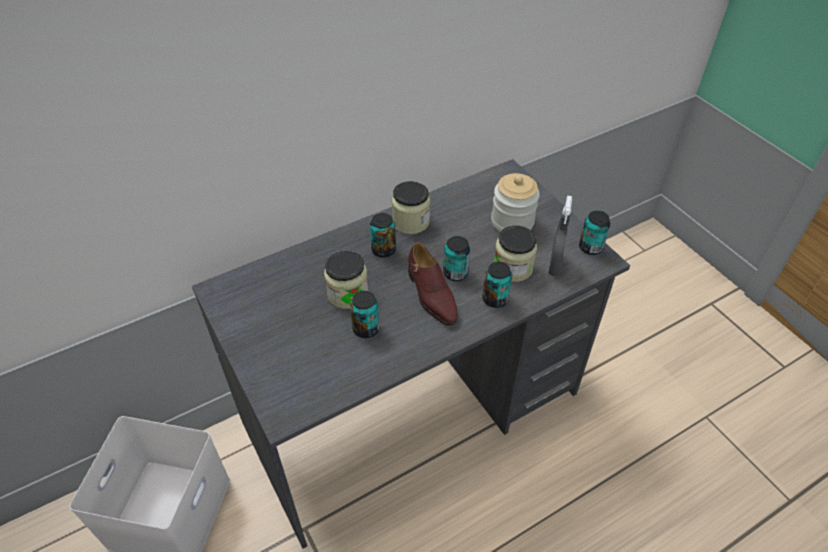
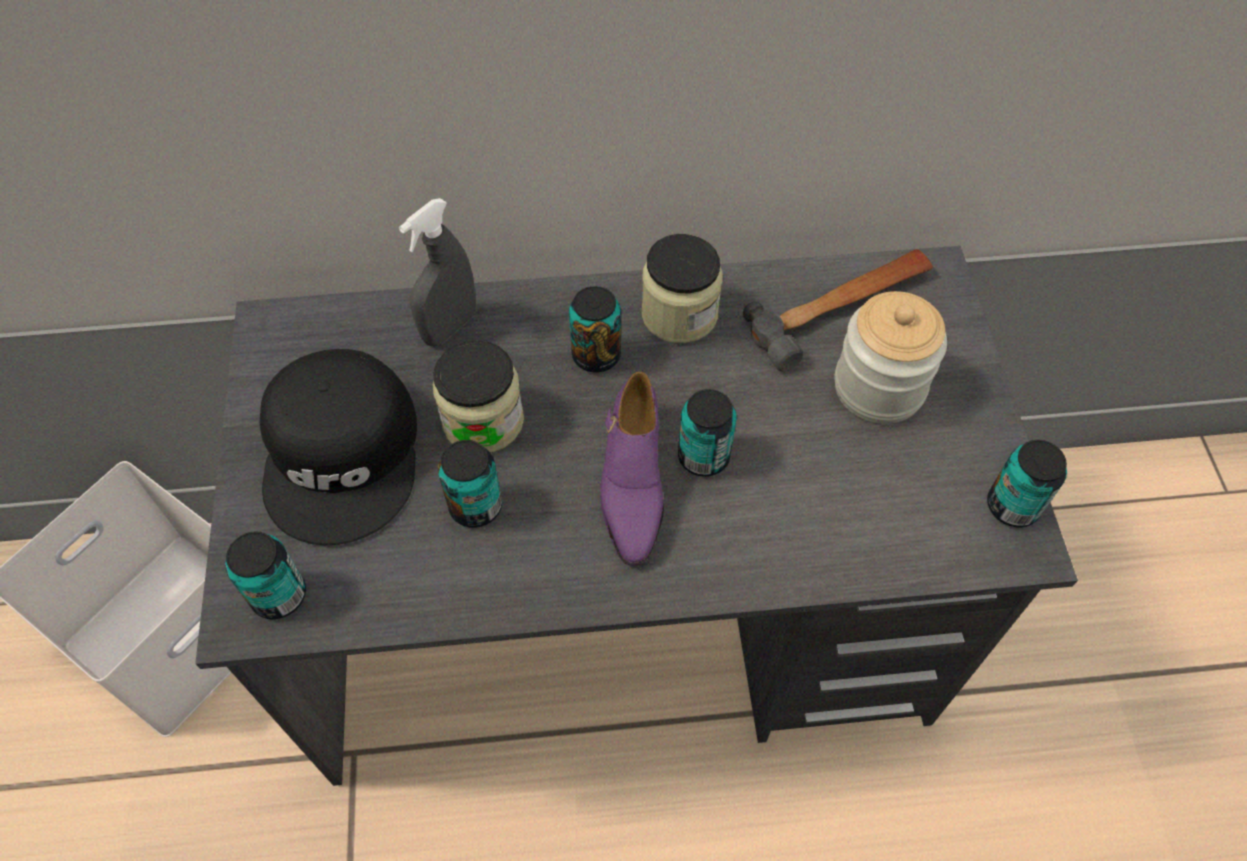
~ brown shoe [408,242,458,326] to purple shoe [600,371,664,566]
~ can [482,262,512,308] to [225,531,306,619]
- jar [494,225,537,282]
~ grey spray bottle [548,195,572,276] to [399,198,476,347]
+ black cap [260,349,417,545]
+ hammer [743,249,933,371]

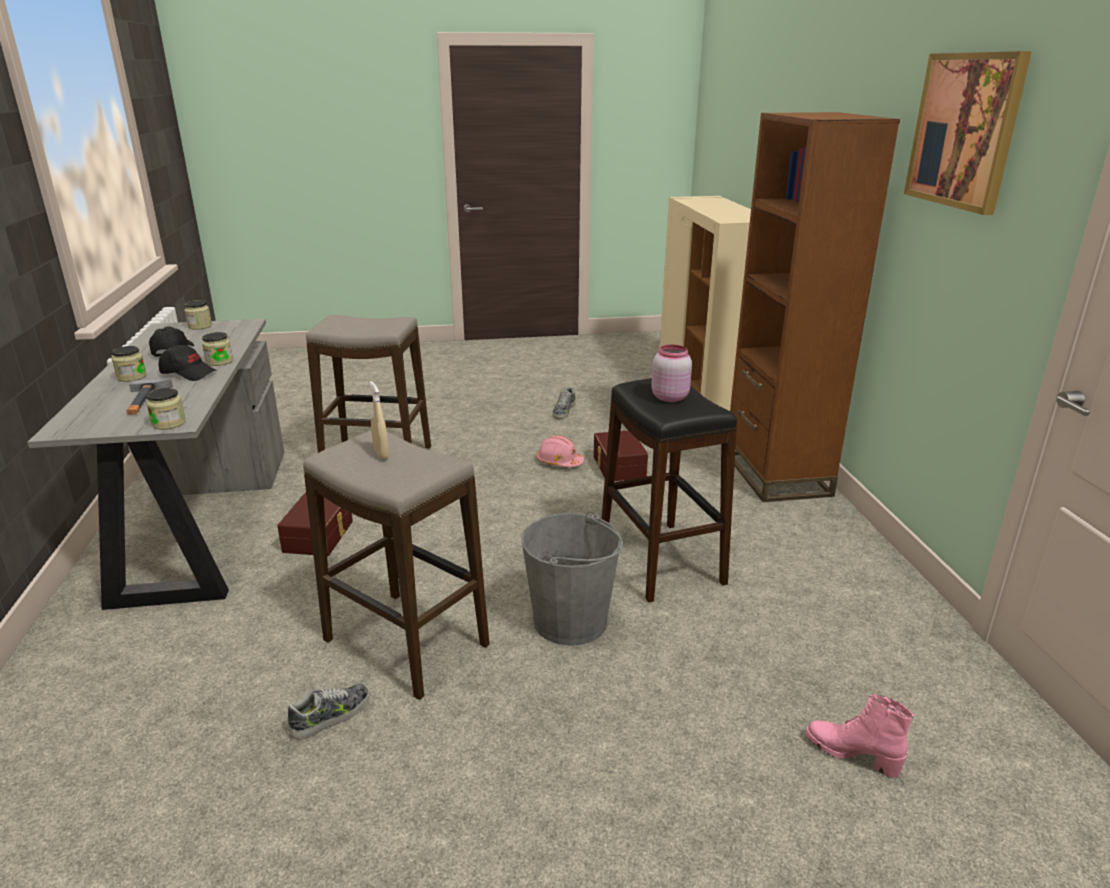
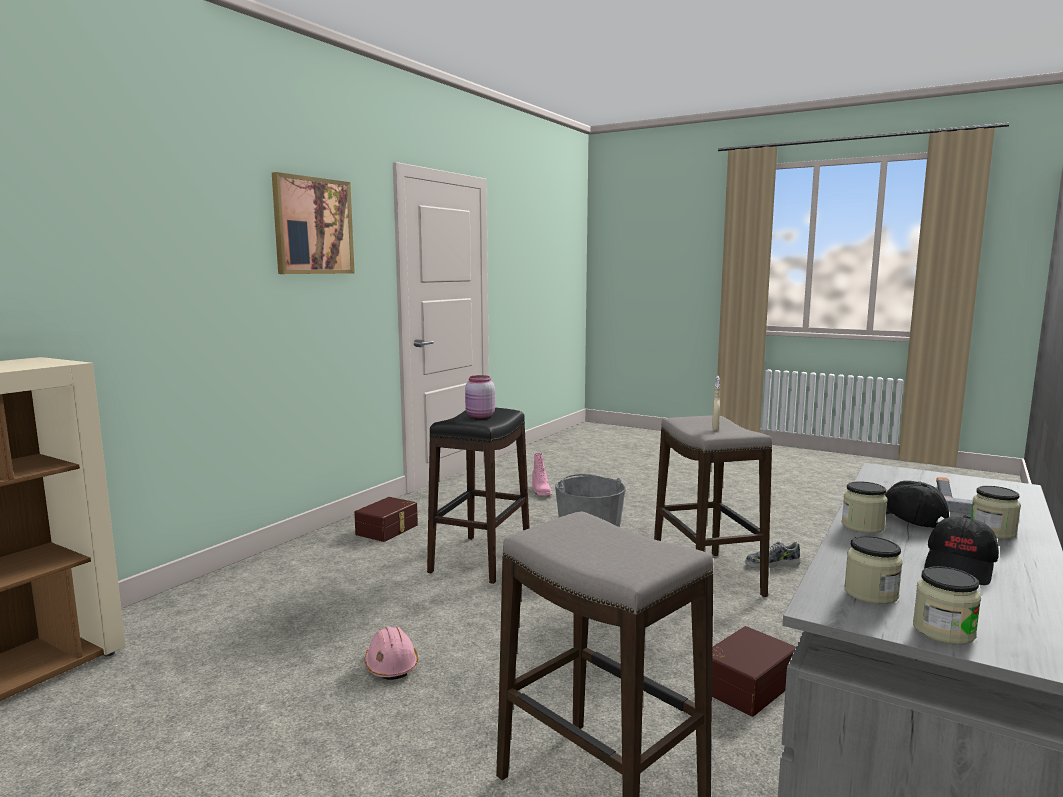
~ jar [146,388,186,430] to [844,536,903,604]
- shoe [552,386,575,419]
~ brown storage box [593,431,648,481] to [354,497,418,542]
- brown bookcase [730,112,900,502]

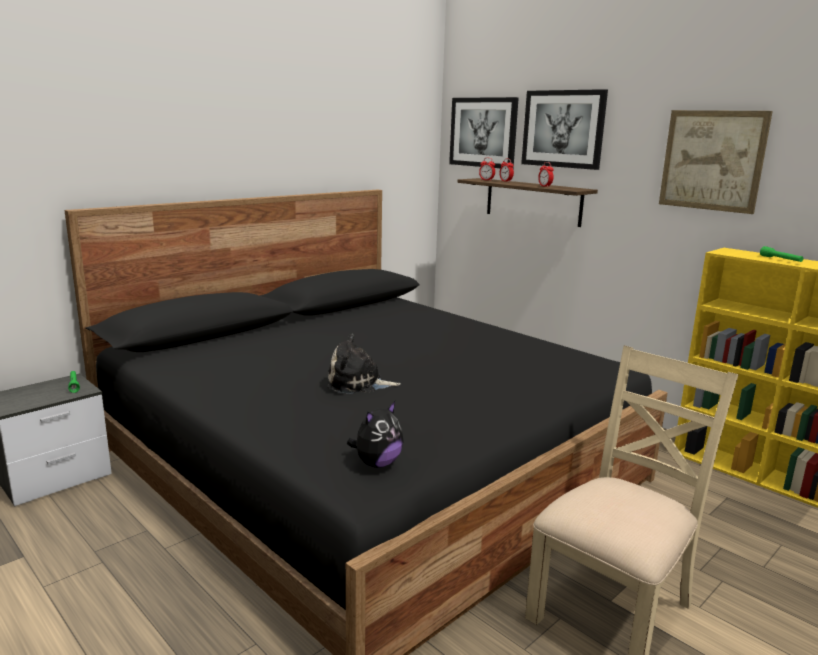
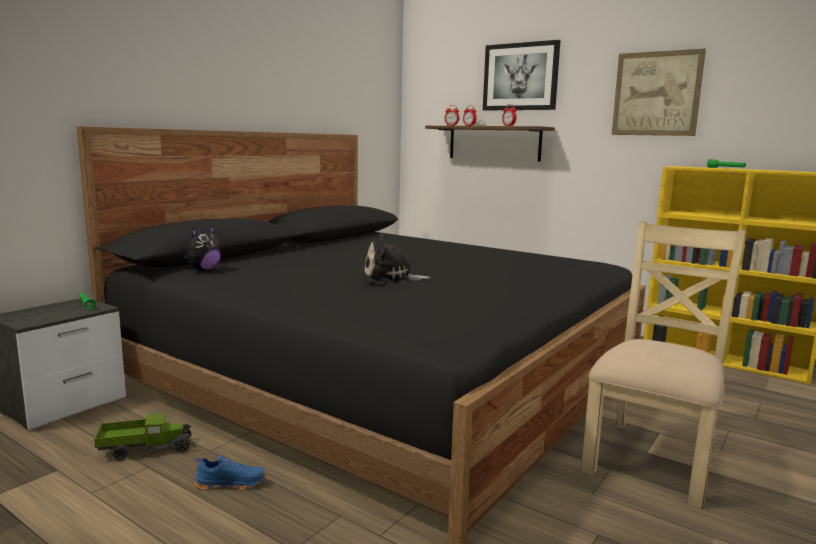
~ plush toy [347,401,404,468] to [181,225,221,271]
- picture [449,97,519,168]
+ toy truck [94,414,192,461]
+ blue shoe [194,455,266,490]

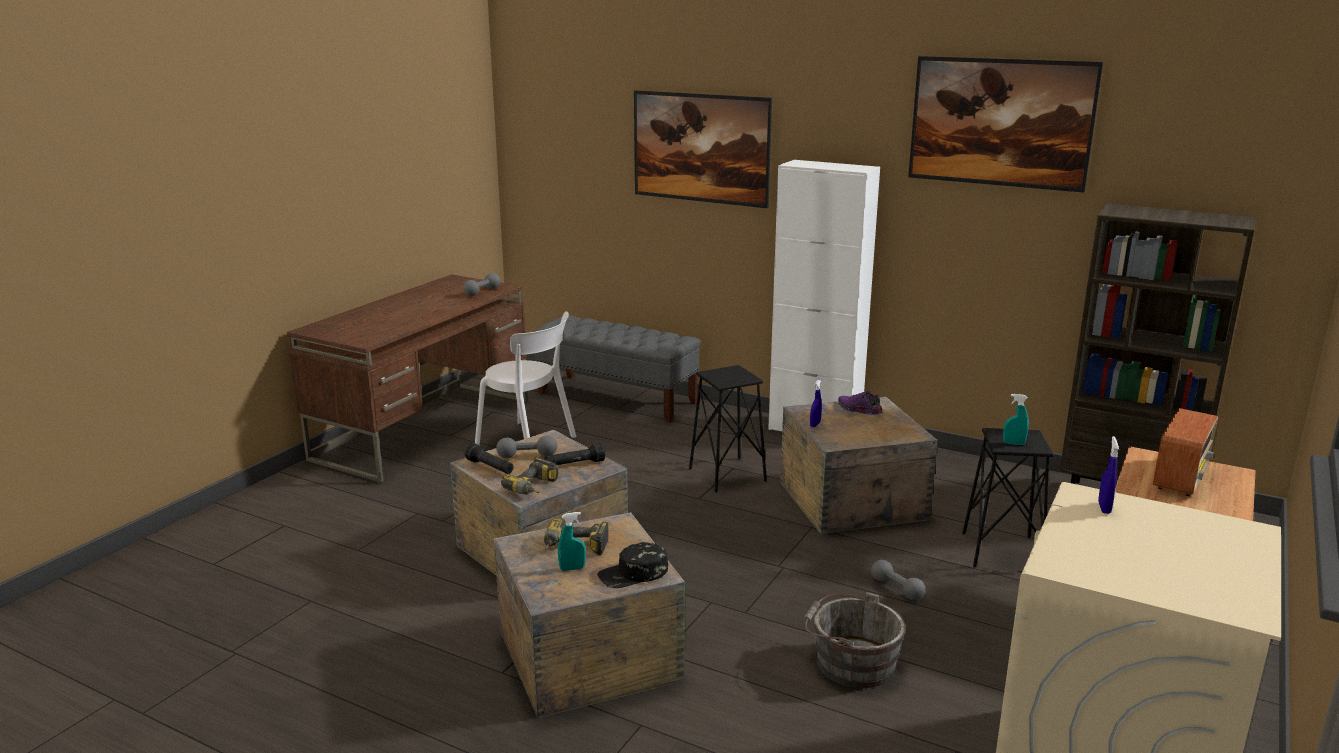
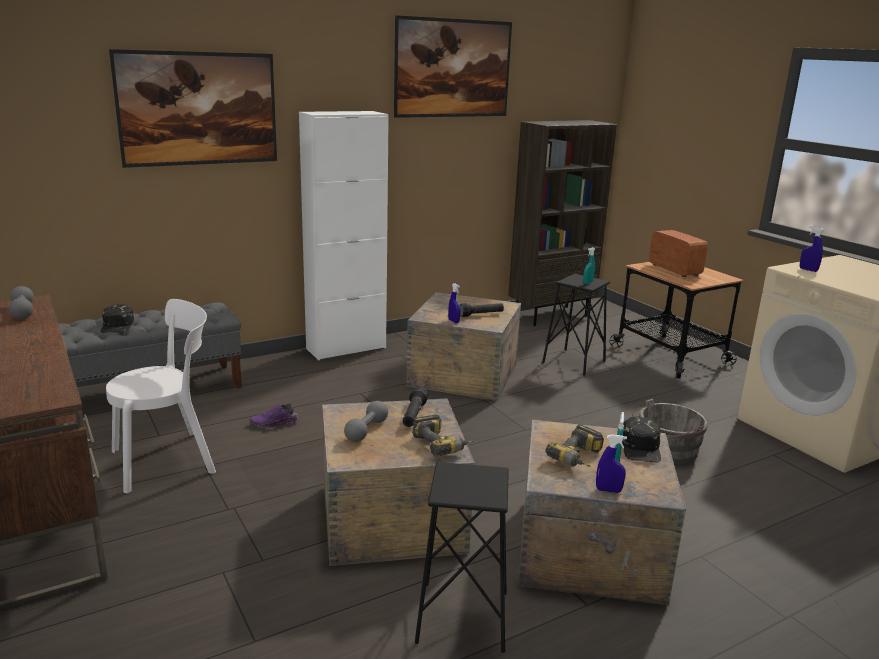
~ black flashlight [465,443,514,474] to [460,303,504,317]
~ black stool [689,365,767,493] to [415,462,509,653]
~ purple shoe [838,391,883,415] to [250,404,299,428]
- grey dumbbell [871,560,926,600]
+ black cap [101,304,134,333]
+ blue spray bottle [596,434,627,493]

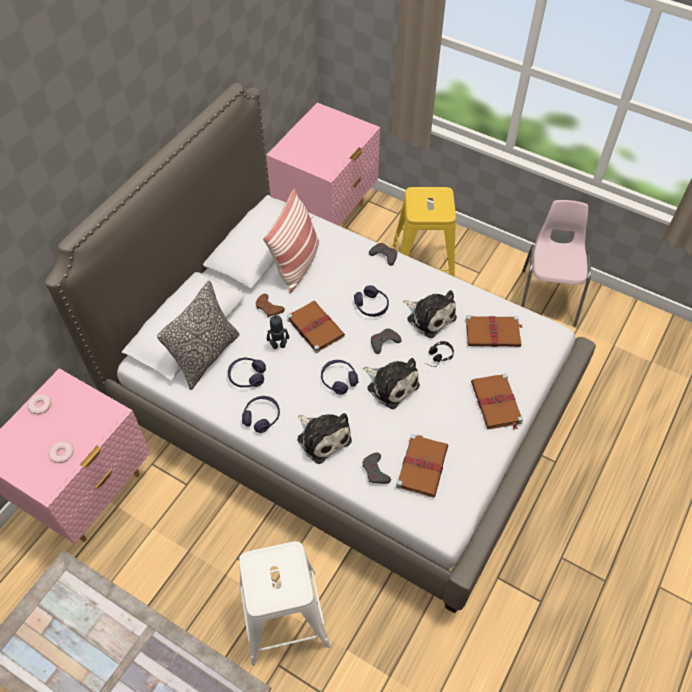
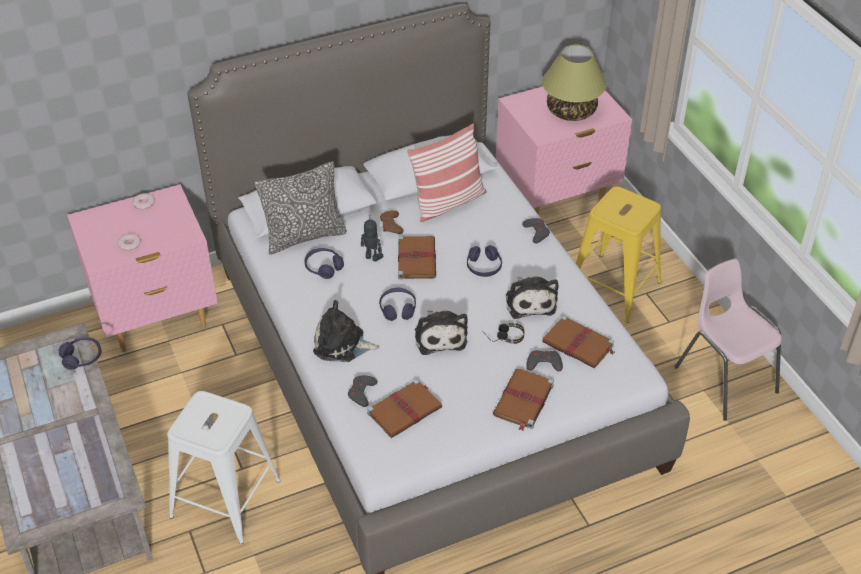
~ purple headphones [242,396,280,433] to [59,337,102,370]
~ plush toy [297,413,352,464] = [313,300,380,362] 105 degrees clockwise
~ grey game controller [371,328,401,354] to [526,350,563,371]
~ pink chair [521,200,591,326] = [675,259,782,421] 75 degrees counterclockwise
+ table lamp [542,45,607,121]

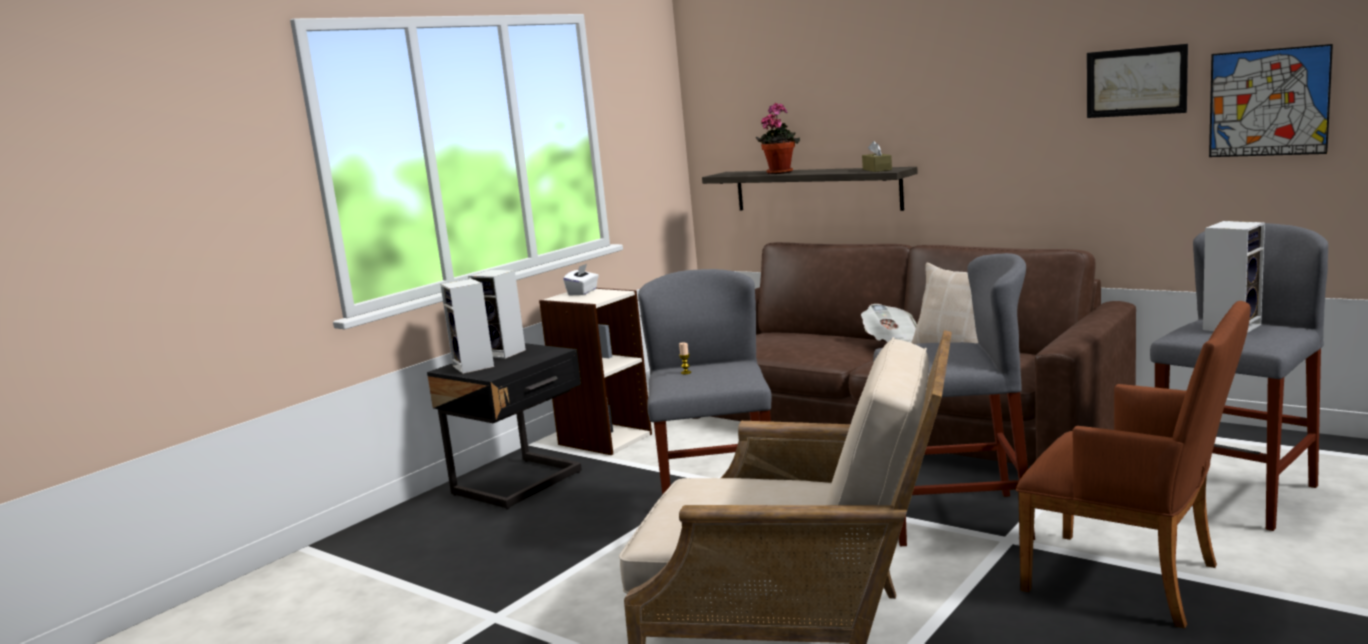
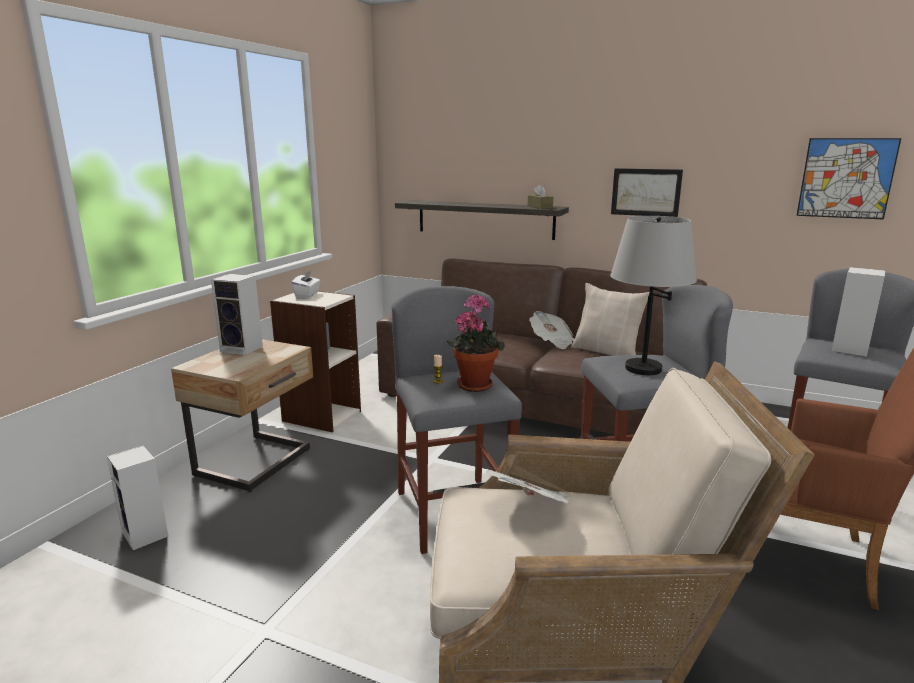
~ black nightstand [427,343,582,510] to beige nightstand [171,339,313,492]
~ speaker [440,279,494,374] to [107,446,168,550]
~ potted plant [756,103,800,174] to [447,294,505,392]
~ picture [1087,44,1188,118] to [611,168,683,217]
+ newspaper [486,470,572,504]
+ grey table lamp [610,215,697,375]

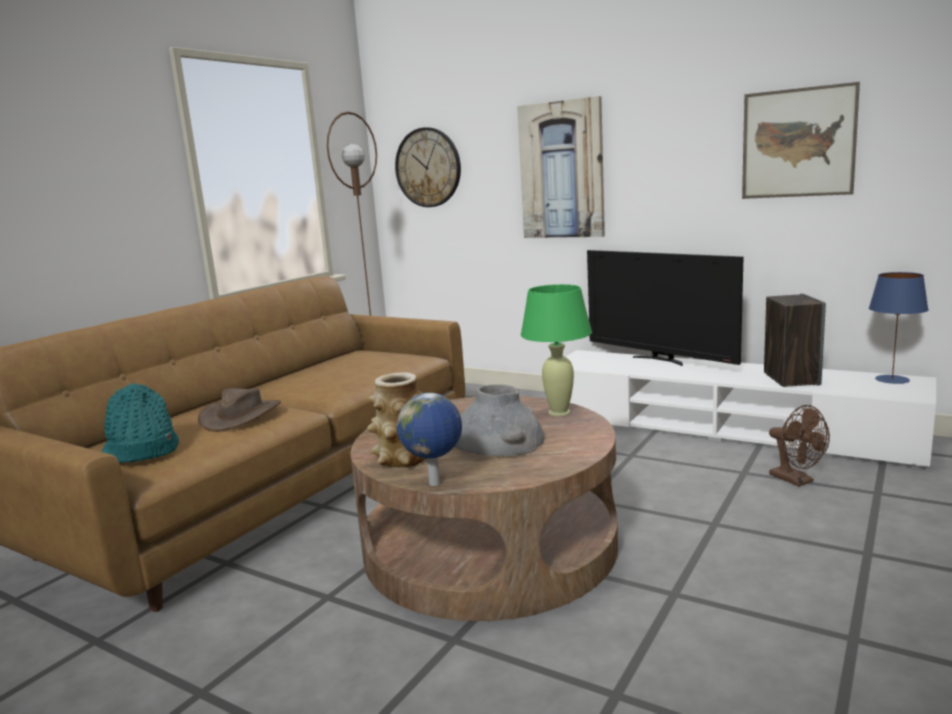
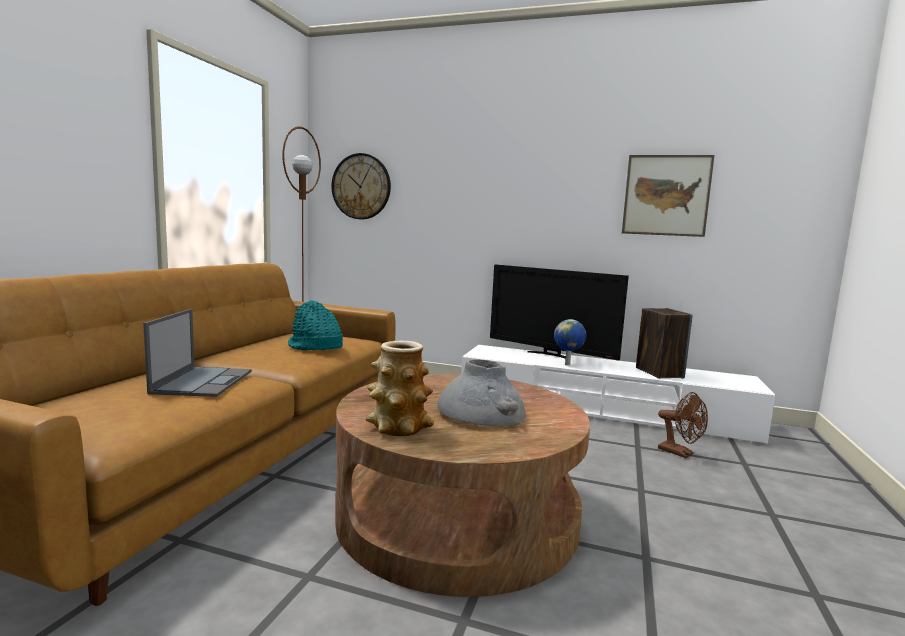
~ turquoise hat [102,383,179,463] to [288,300,343,351]
~ brown hat [198,388,281,432] to laptop [143,309,252,397]
~ globe [397,393,462,486] to [554,319,586,365]
- picture [517,96,605,238]
- green table lamp [521,284,592,416]
- blue table lamp [869,272,929,384]

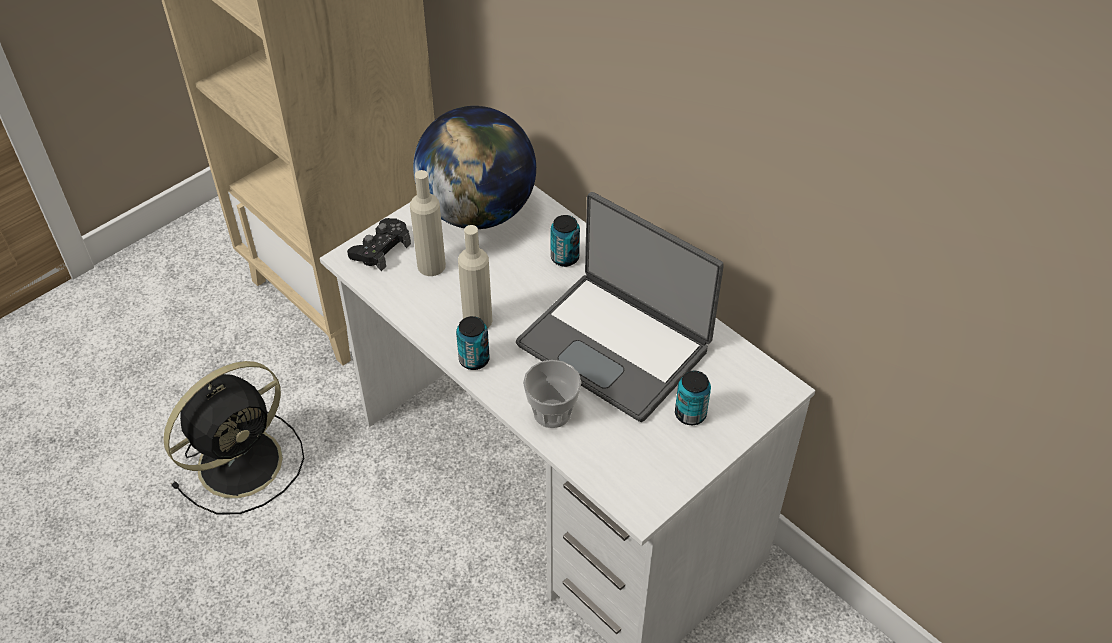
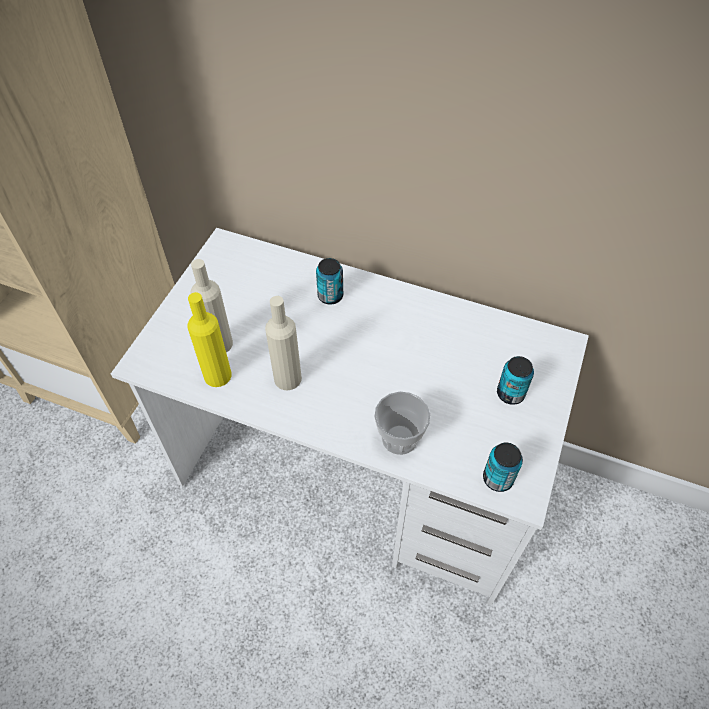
- black fan [163,361,304,515]
- black game controller [347,218,411,271]
- globe [413,106,536,229]
~ can [456,316,490,370] to [483,442,523,492]
- laptop [516,192,724,422]
+ yellow bottle [187,292,232,387]

